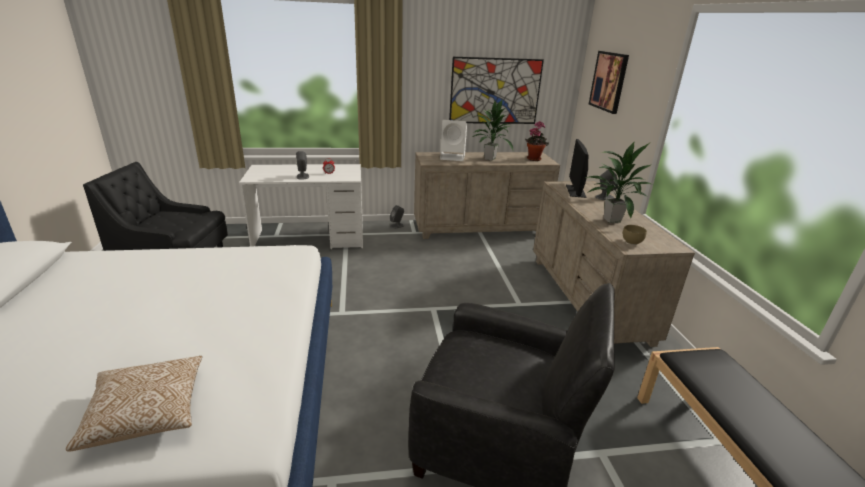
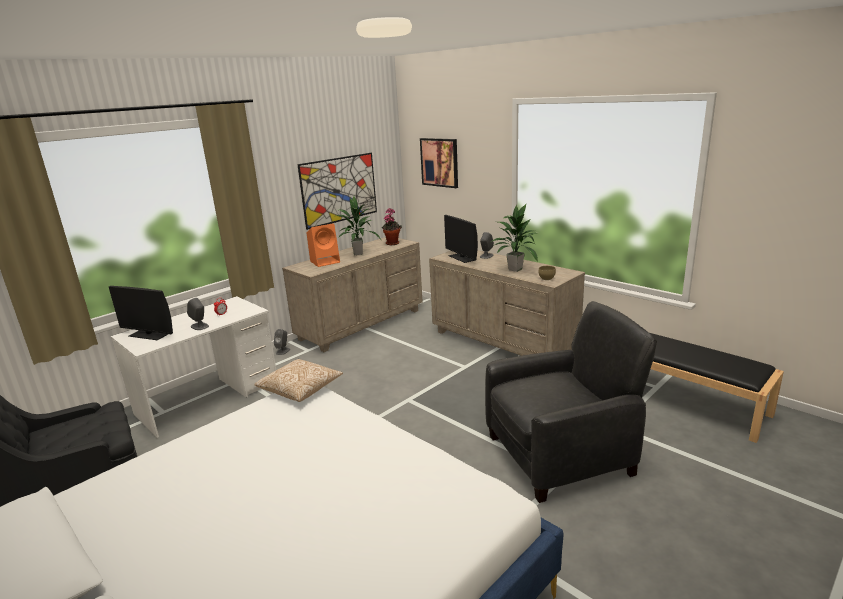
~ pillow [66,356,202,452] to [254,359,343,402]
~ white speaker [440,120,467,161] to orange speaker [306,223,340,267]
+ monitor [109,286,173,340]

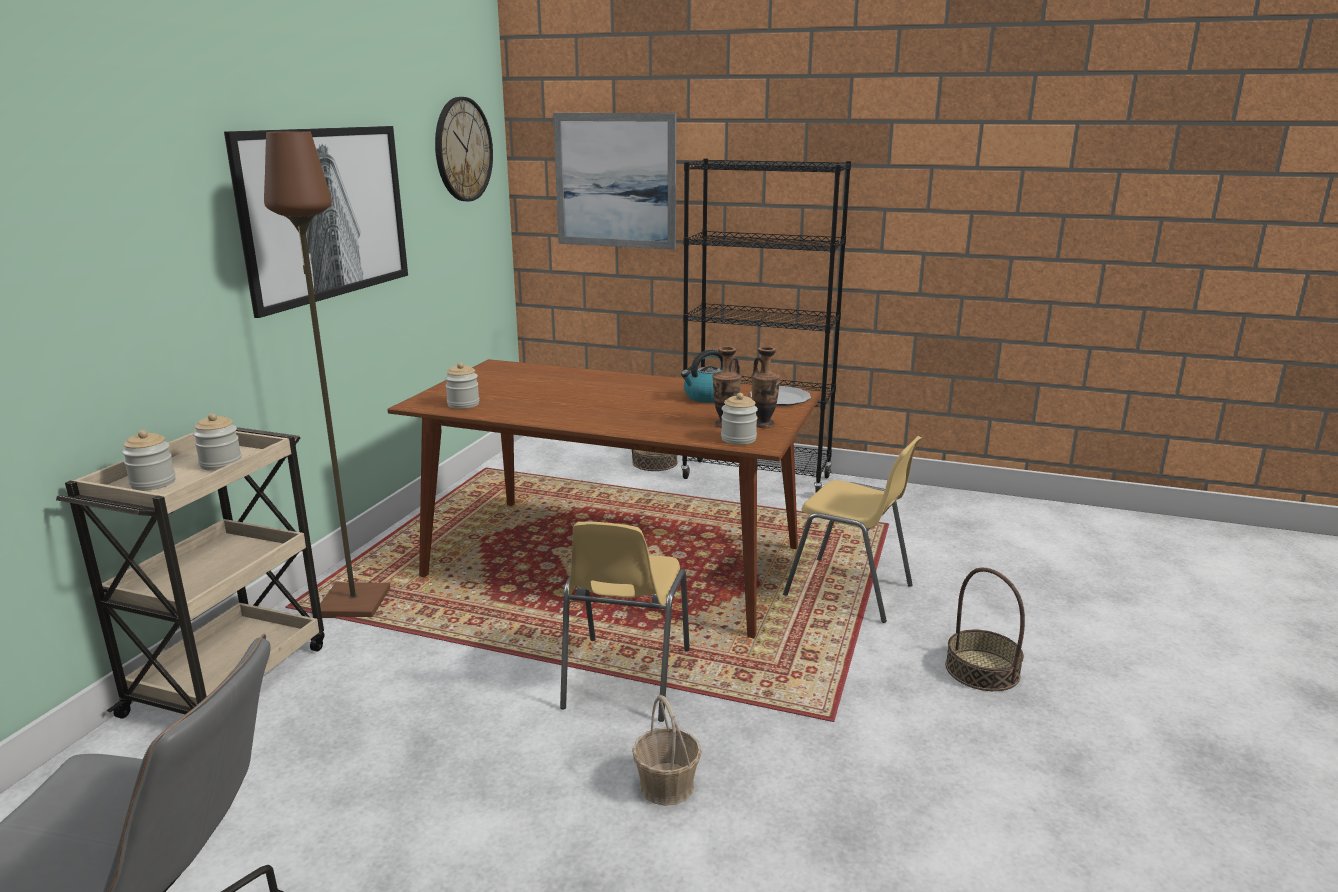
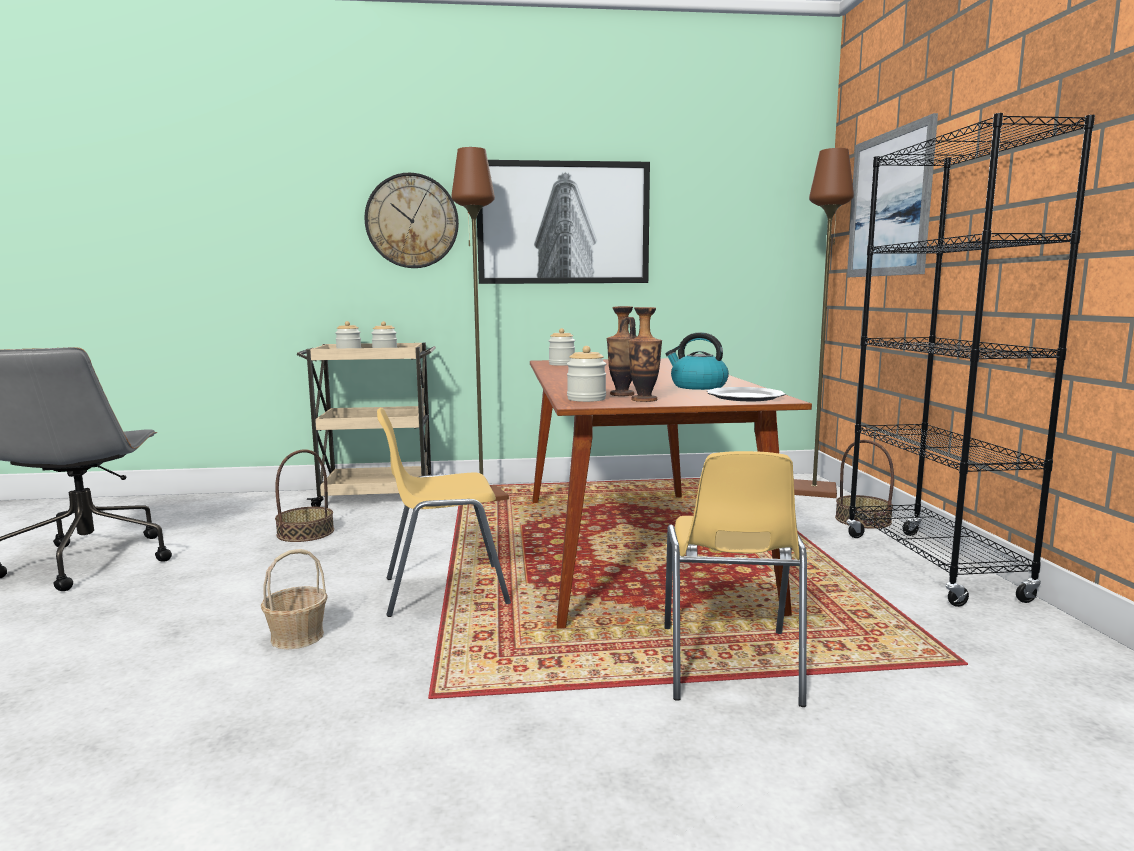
~ wall clock [435,97,493,201] to [364,173,459,268]
~ basket [945,568,1025,691] to [275,449,334,542]
+ brown floor lamp [794,148,854,498]

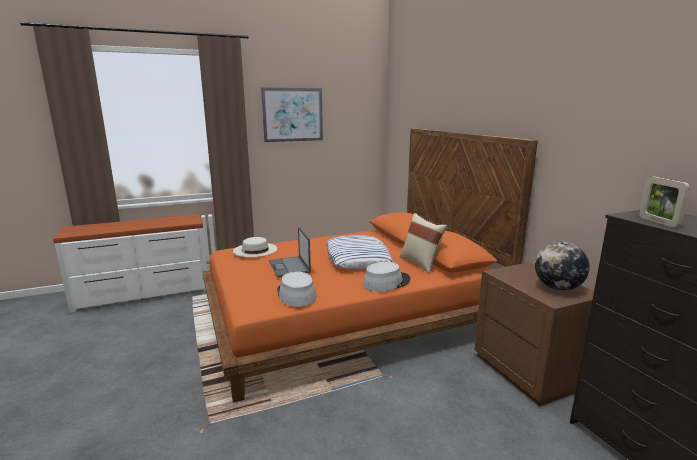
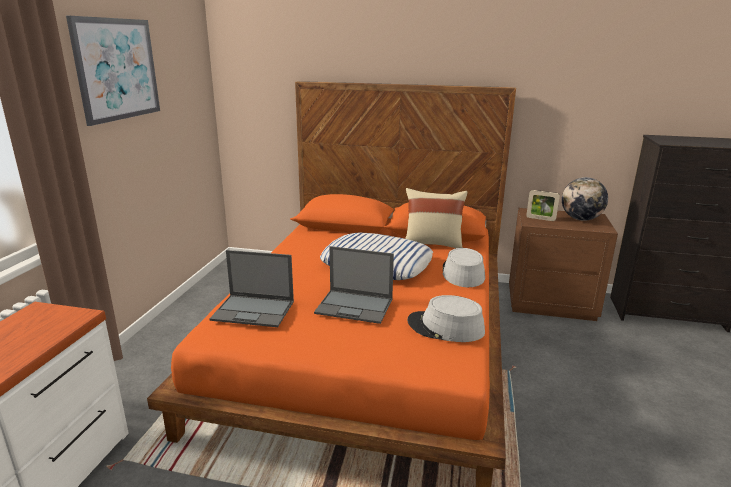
~ white hat [233,237,277,257] to laptop [210,250,294,327]
~ picture frame [639,177,690,228] to [526,190,560,221]

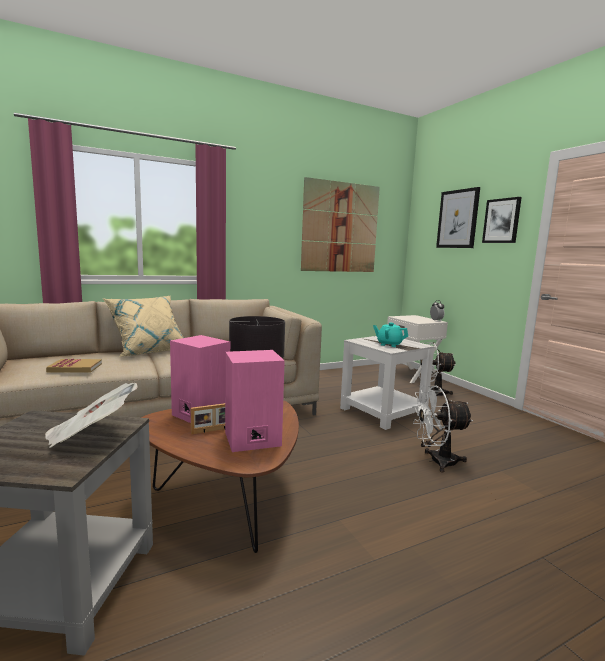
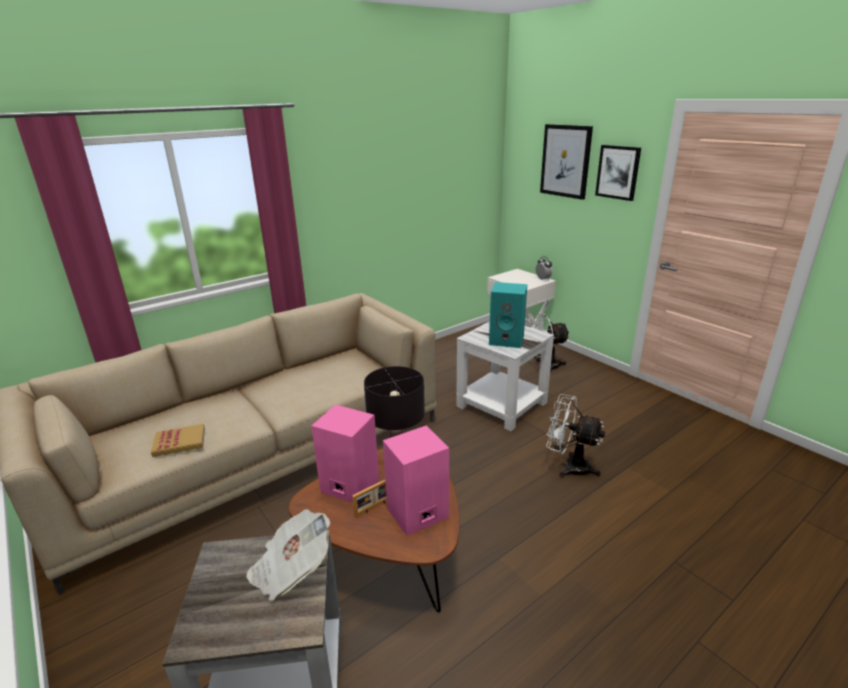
- beige pillow [103,296,184,357]
- picture [301,177,380,272]
~ turquoise teapot [373,323,408,347] to turquoise speaker [489,282,527,348]
~ white fan [412,385,474,472] = [546,394,605,478] 45 degrees clockwise

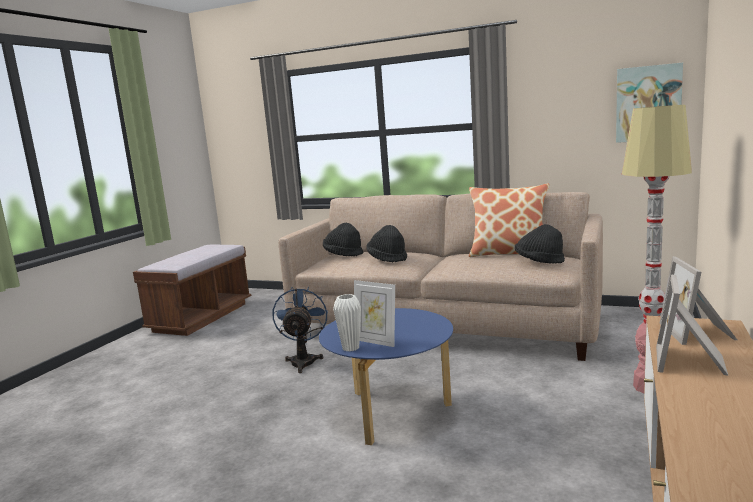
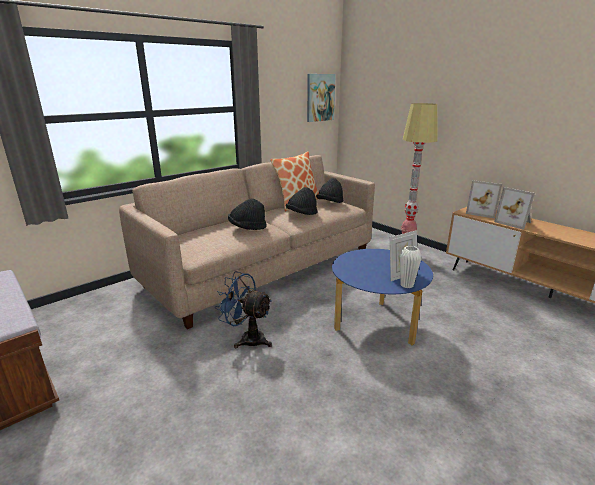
~ black hat [323,223,363,256] to [286,187,318,215]

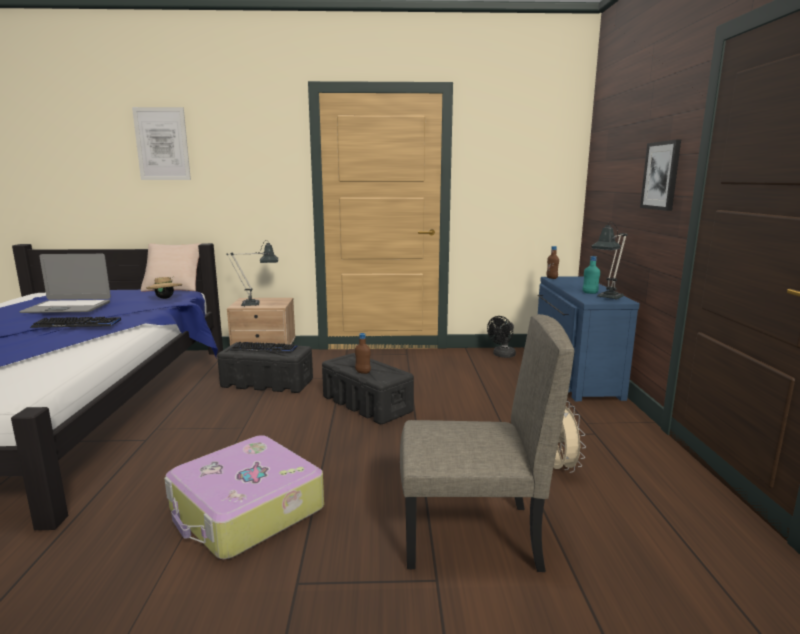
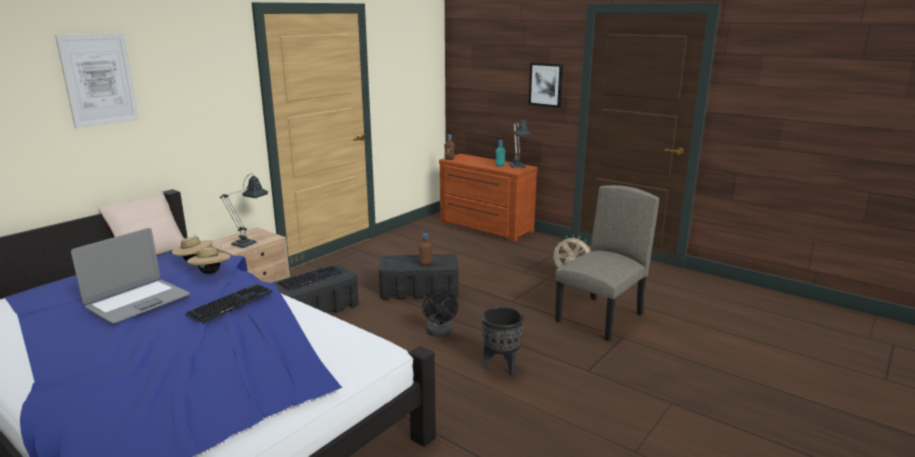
~ suitcase [164,435,324,559] to black planter [482,307,524,376]
~ black fan [487,316,516,358] to [422,290,458,337]
~ blue dresser [538,276,640,401] to brown dresser [439,154,538,242]
+ beige hat [187,246,231,274]

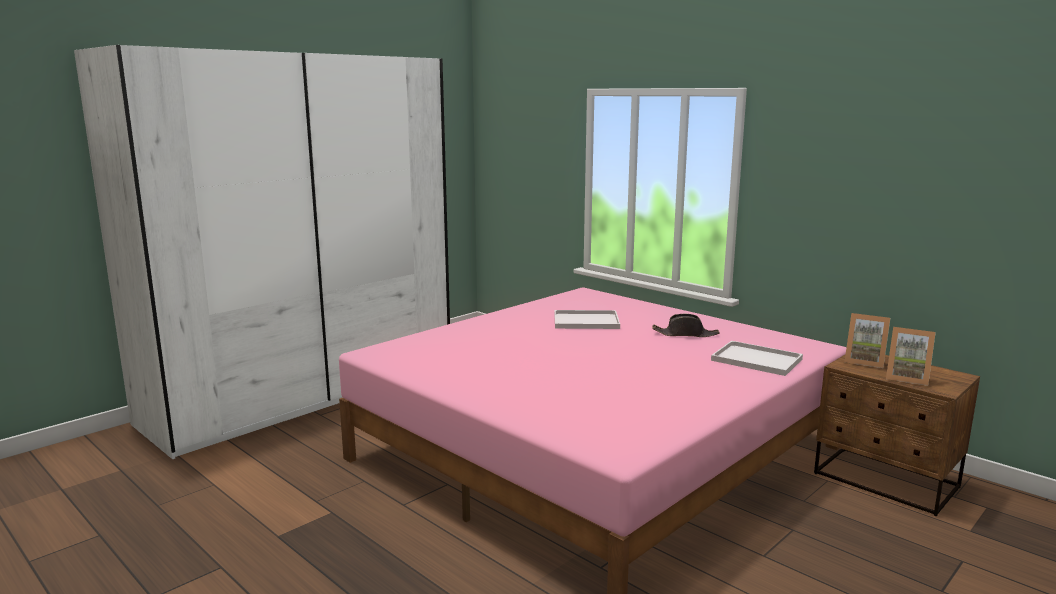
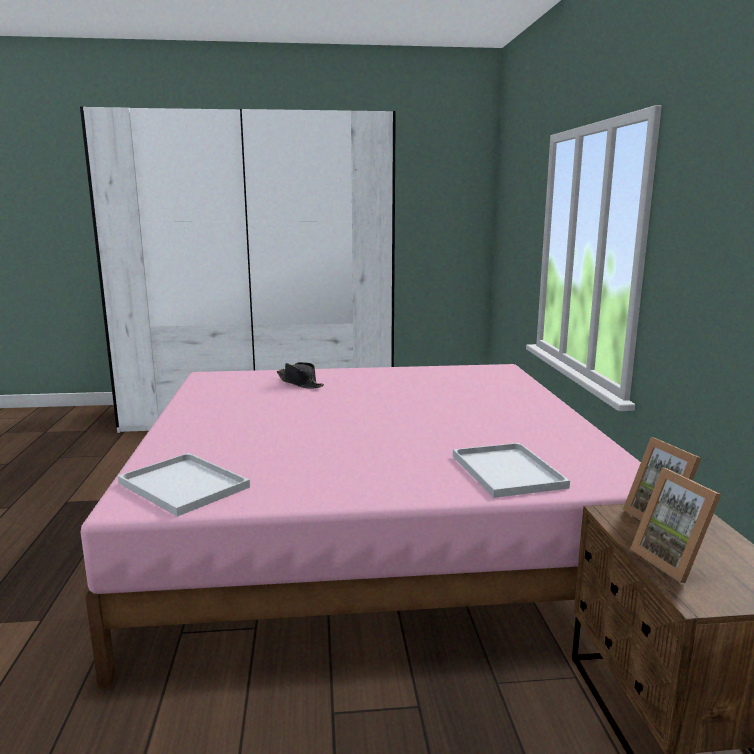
~ white tray [554,310,620,329] to [118,453,250,517]
~ black hat [652,314,720,337] to [277,362,324,389]

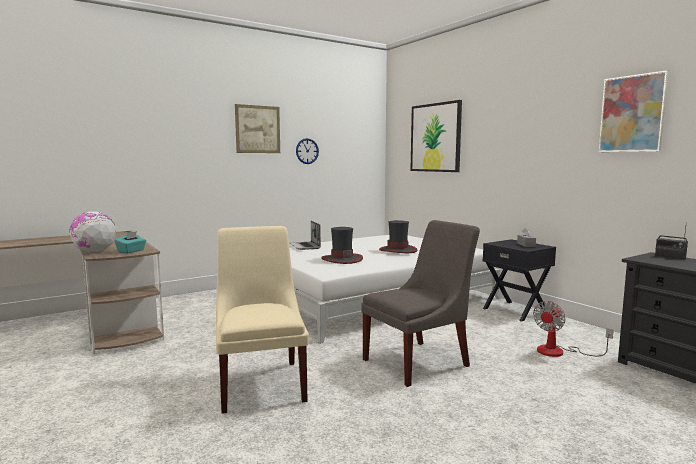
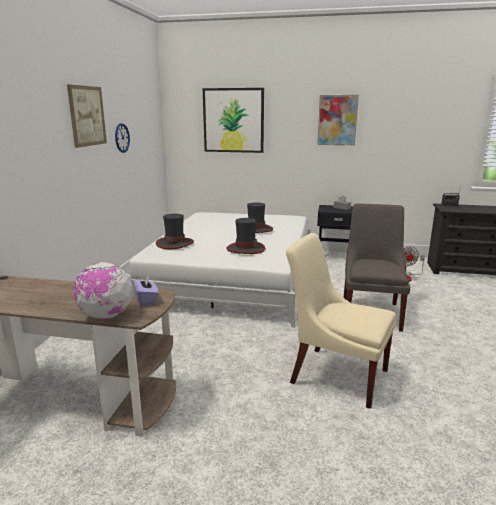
~ turquoise tissue box [115,231,146,253] to purple tissue box [133,274,159,306]
~ laptop [290,221,321,250] to hat [156,214,194,249]
~ picture [599,70,668,152] to [317,95,359,145]

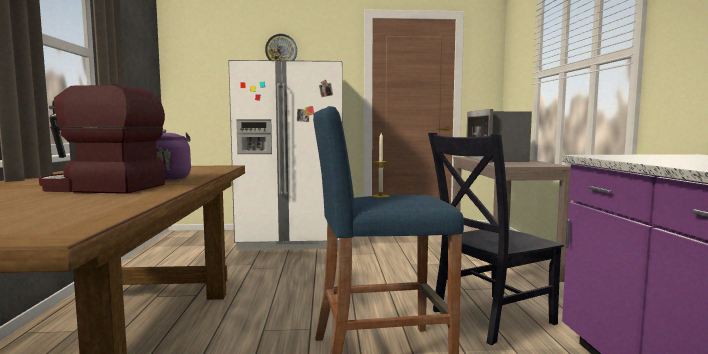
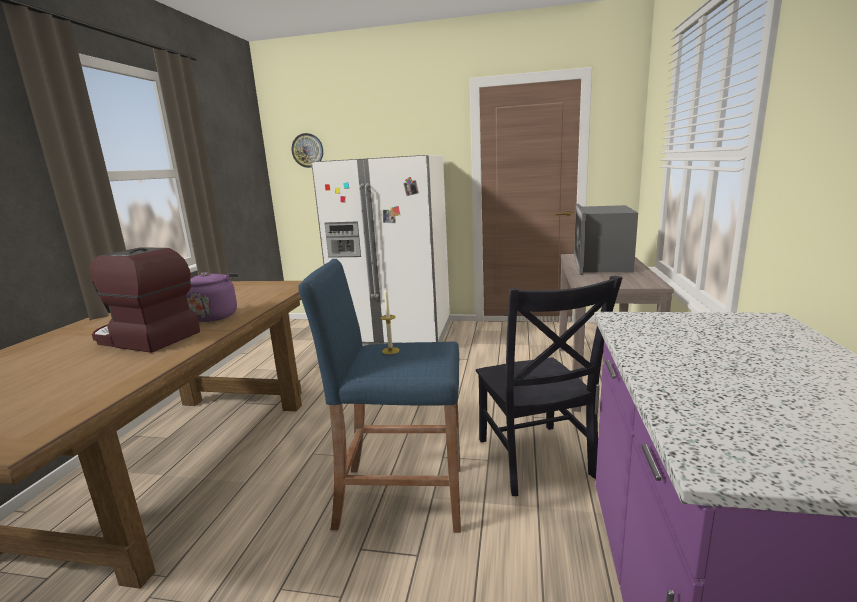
~ wall clock [265,34,297,61] to [292,133,323,168]
~ black chair [428,133,564,345] = [476,276,623,496] 90 degrees counterclockwise

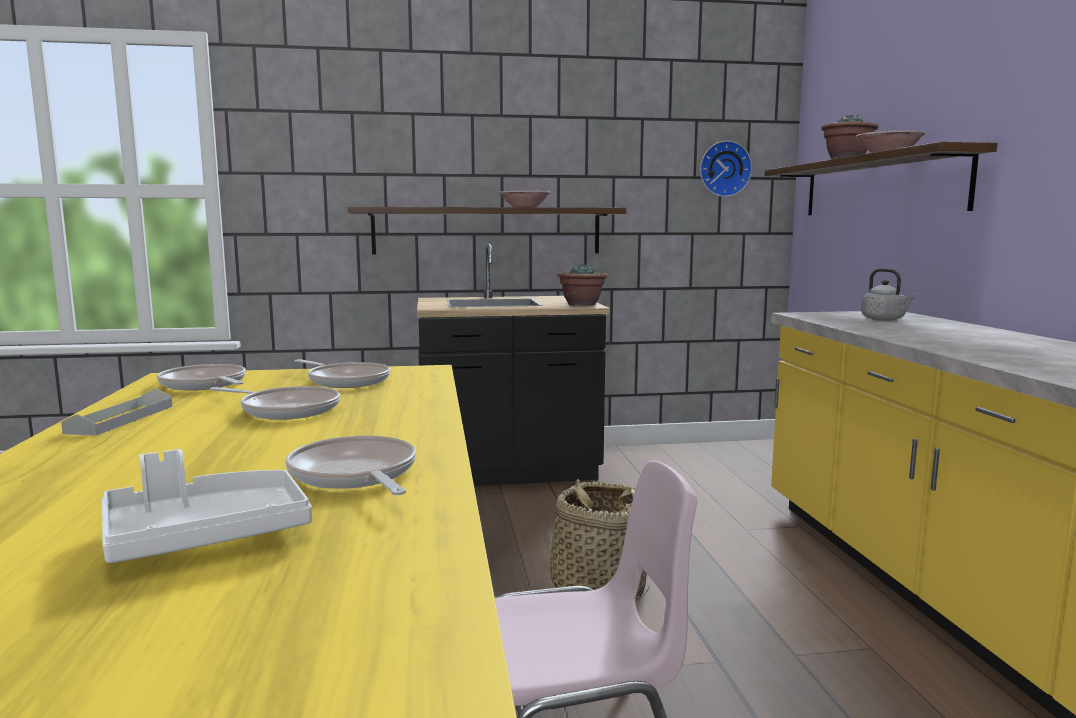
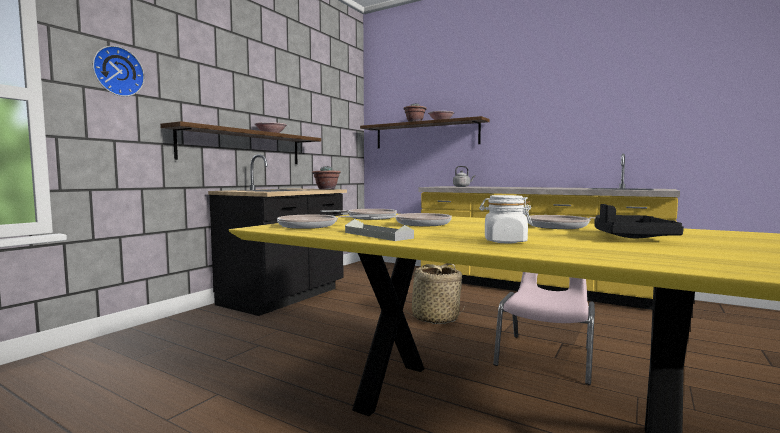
~ white tray [102,449,312,563] to black tray [594,204,684,238]
~ wall clock [700,140,752,197] to [93,46,145,97]
+ white jar [479,195,532,244]

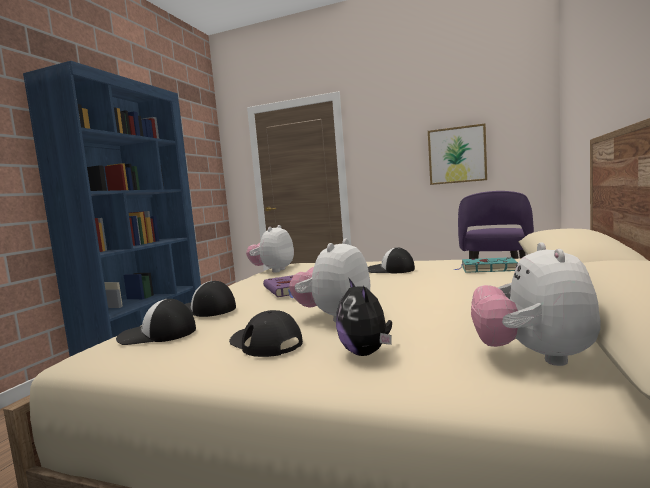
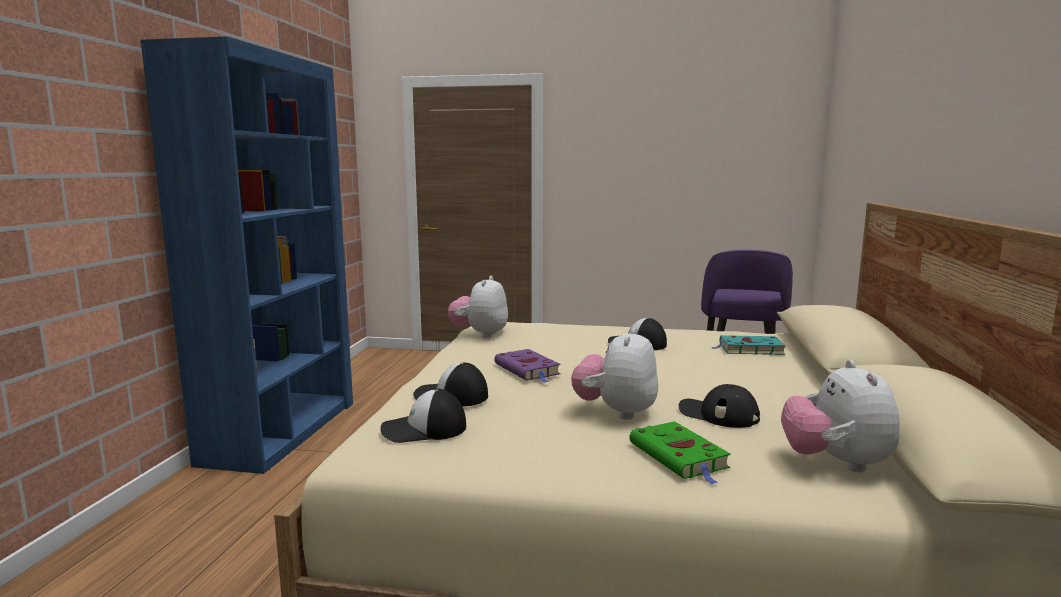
~ black cap [229,310,303,357] to [679,384,760,428]
~ plush toy [336,278,392,356] to green book [630,421,731,484]
- picture [428,124,487,185]

